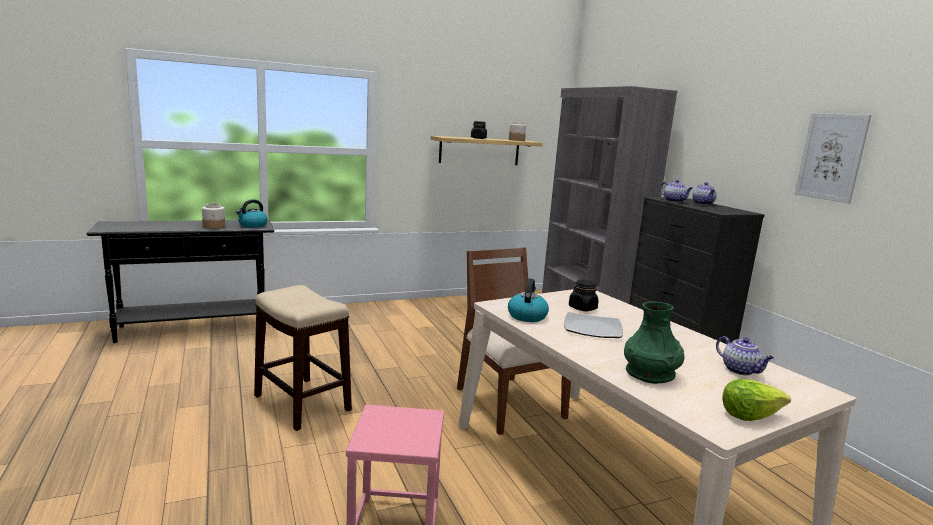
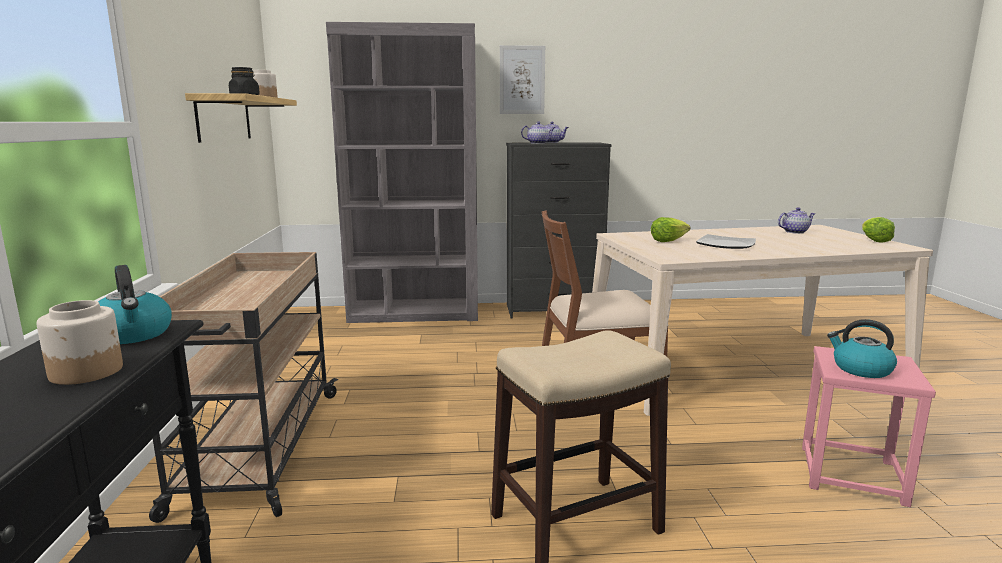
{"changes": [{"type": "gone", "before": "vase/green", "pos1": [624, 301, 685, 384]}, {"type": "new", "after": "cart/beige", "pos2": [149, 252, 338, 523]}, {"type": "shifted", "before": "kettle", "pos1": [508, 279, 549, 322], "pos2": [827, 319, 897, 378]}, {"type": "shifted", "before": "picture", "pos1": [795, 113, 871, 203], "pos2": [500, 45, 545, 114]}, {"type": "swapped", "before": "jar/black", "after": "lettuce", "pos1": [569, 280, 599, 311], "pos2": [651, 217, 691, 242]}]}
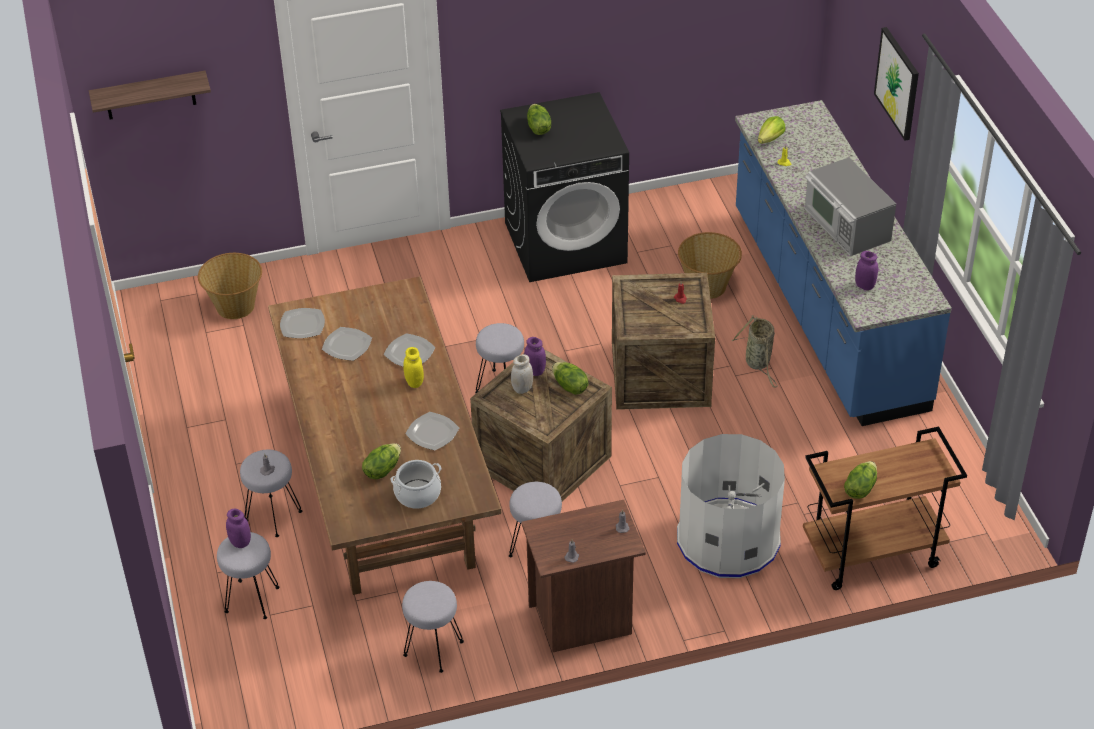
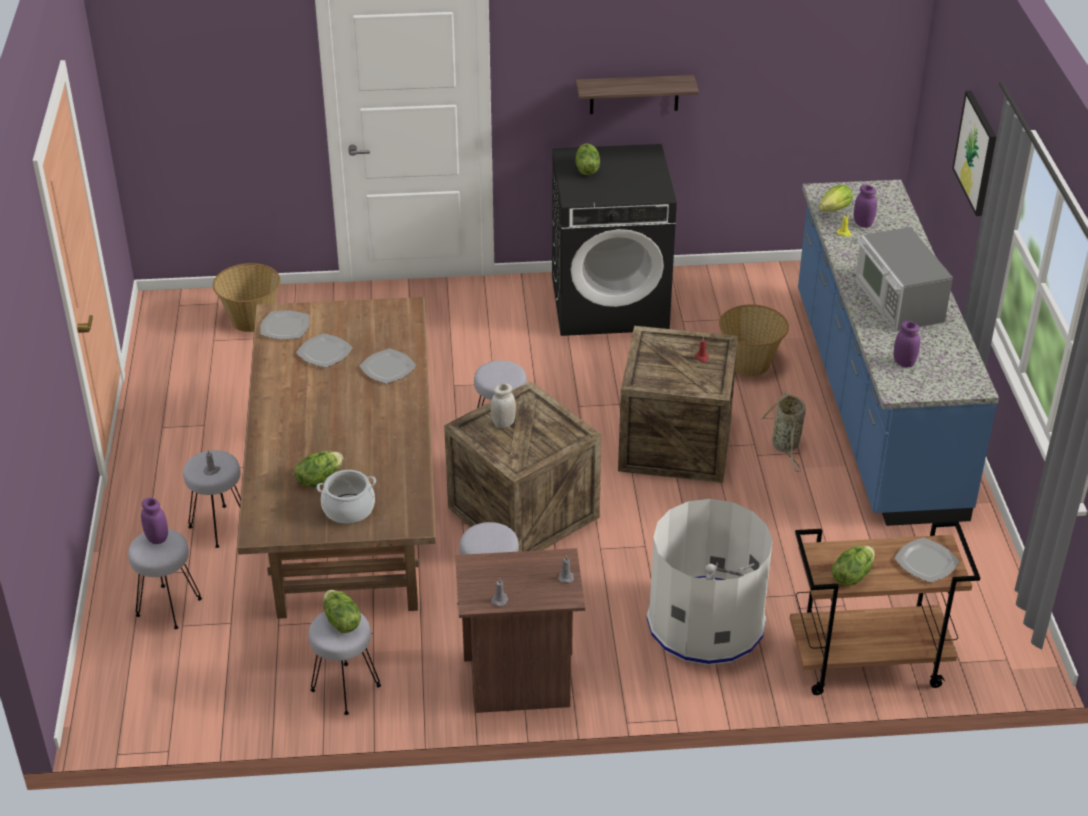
{"changes": [{"type": "gone", "before": "jar/yellow", "pos1": [403, 347, 424, 388]}, {"type": "shifted", "before": "shelf", "pos1": [89, 71, 211, 120], "pos2": [576, 75, 699, 114]}, {"type": "shifted", "before": "plate", "pos1": [405, 412, 459, 450], "pos2": [894, 538, 959, 583]}, {"type": "shifted", "before": "jar/purple", "pos1": [524, 337, 546, 376], "pos2": [854, 185, 877, 228]}, {"type": "shifted", "before": "lettuce", "pos1": [552, 362, 589, 395], "pos2": [323, 590, 361, 633]}]}
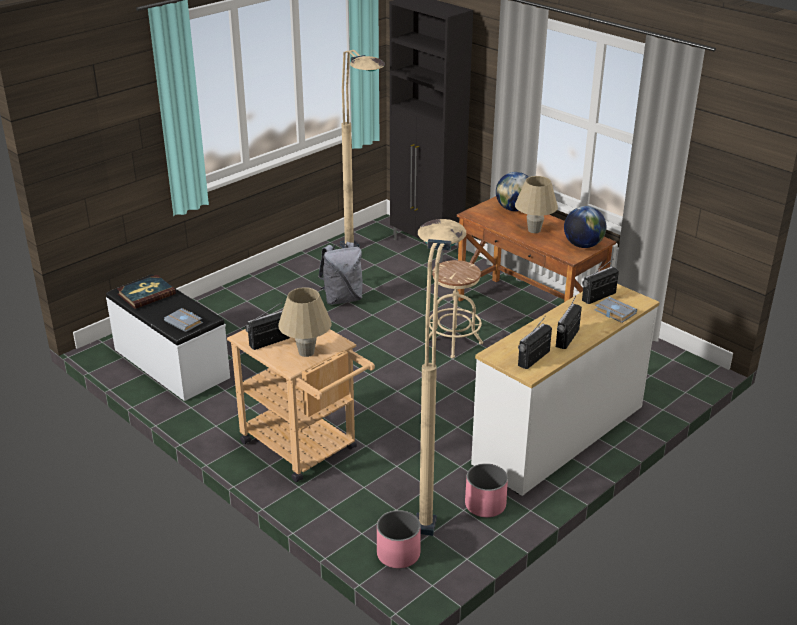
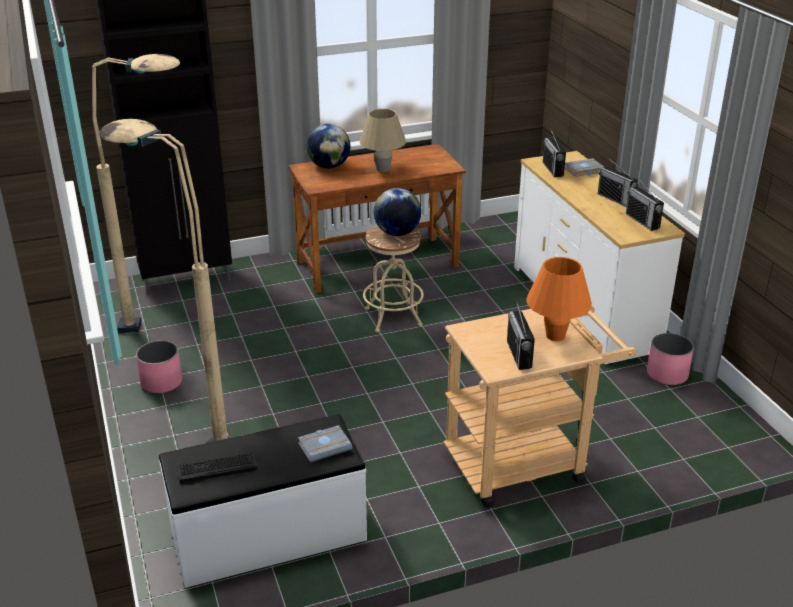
{"changes": [{"type": "gone", "before": "backpack/grey", "pos1": [318, 242, 363, 305]}, {"type": "shifted", "before": "planter/pink", "pos1": [377, 510, 421, 569], "pos2": [136, 341, 182, 394]}, {"type": "shifted", "before": "floor lamp/beige", "pos1": [416, 219, 466, 536], "pos2": [99, 119, 231, 444]}, {"type": "shifted", "before": "globe", "pos1": [564, 206, 606, 248], "pos2": [374, 188, 421, 236]}, {"type": "swapped", "before": "book", "after": "keyboard", "pos1": [117, 275, 176, 309], "pos2": [178, 452, 257, 483]}, {"type": "repainted", "before": "table lamp/beige", "after": "table lamp/orange", "pos1": [278, 287, 332, 357], "pos2": [526, 257, 592, 341]}]}
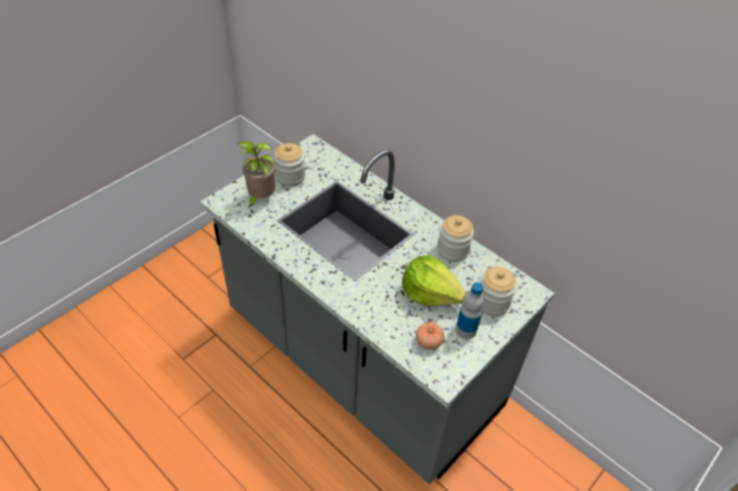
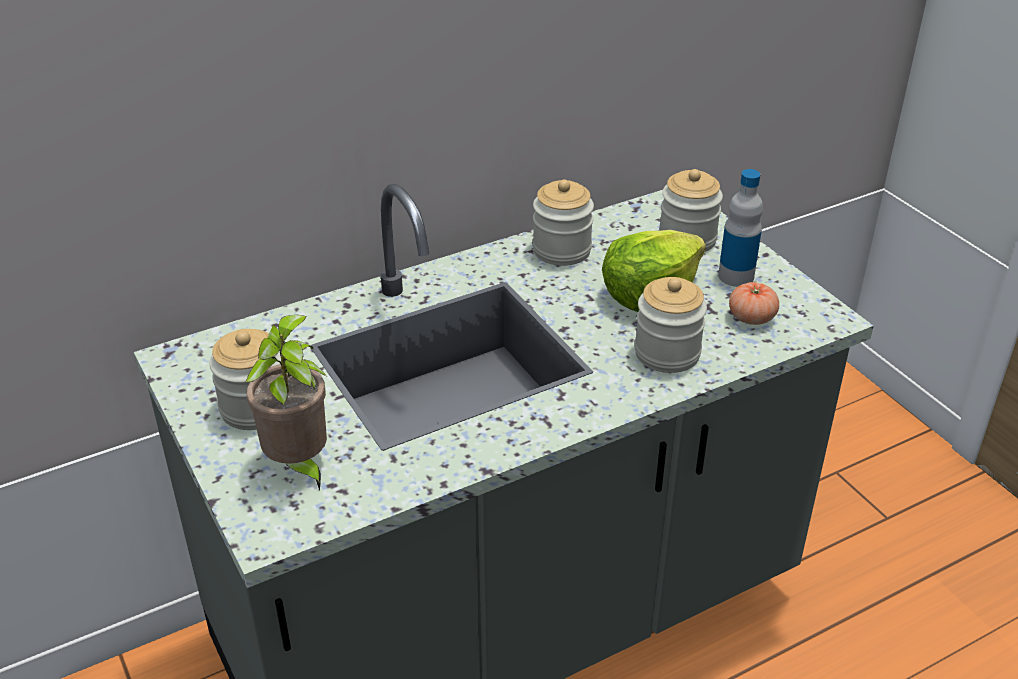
{"changes": [{"type": "new", "after": "jar", "pos2": [635, 277, 707, 373]}]}
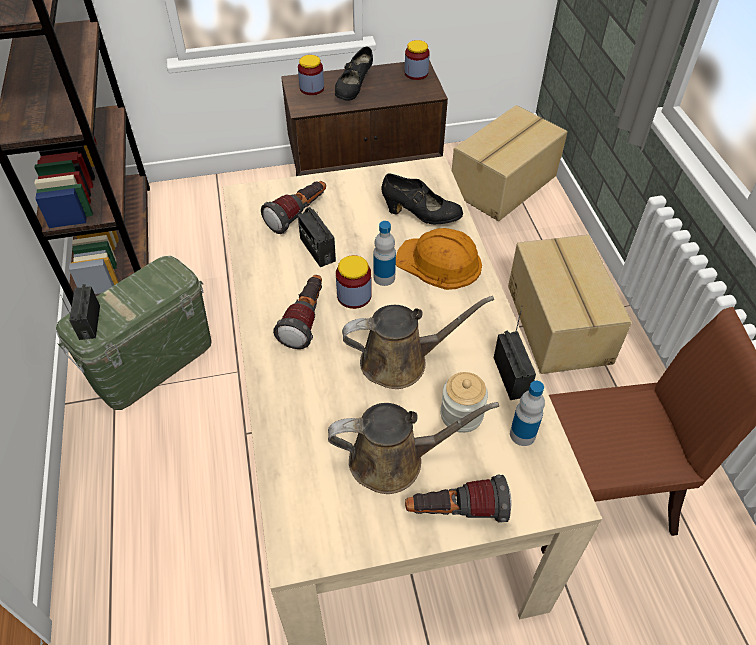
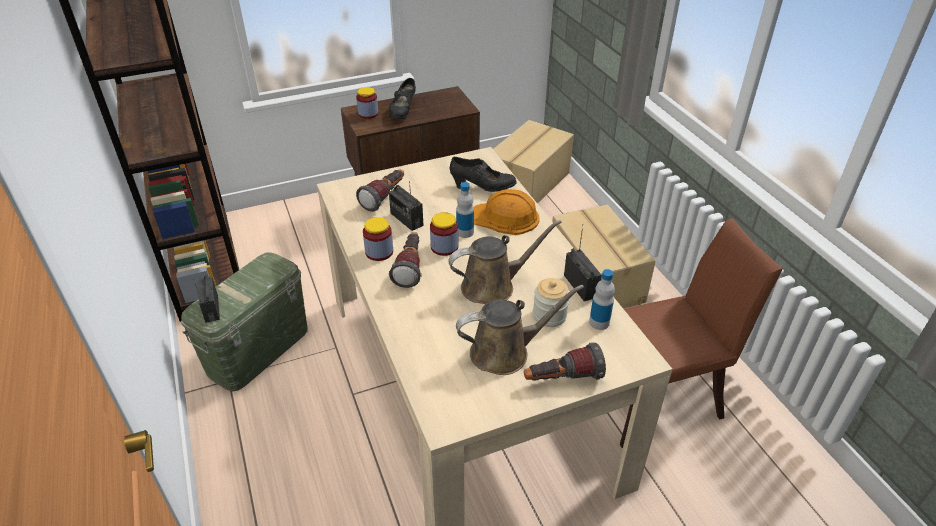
{"changes": [{"type": "shifted", "before": "jar", "pos1": [405, 40, 430, 80], "pos2": [363, 217, 393, 261]}]}
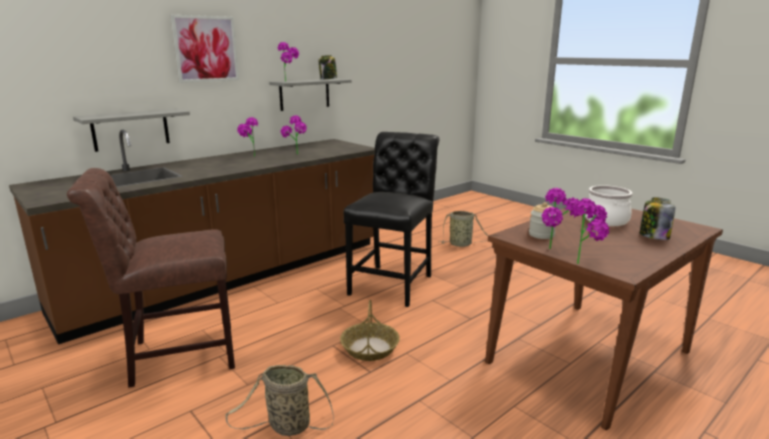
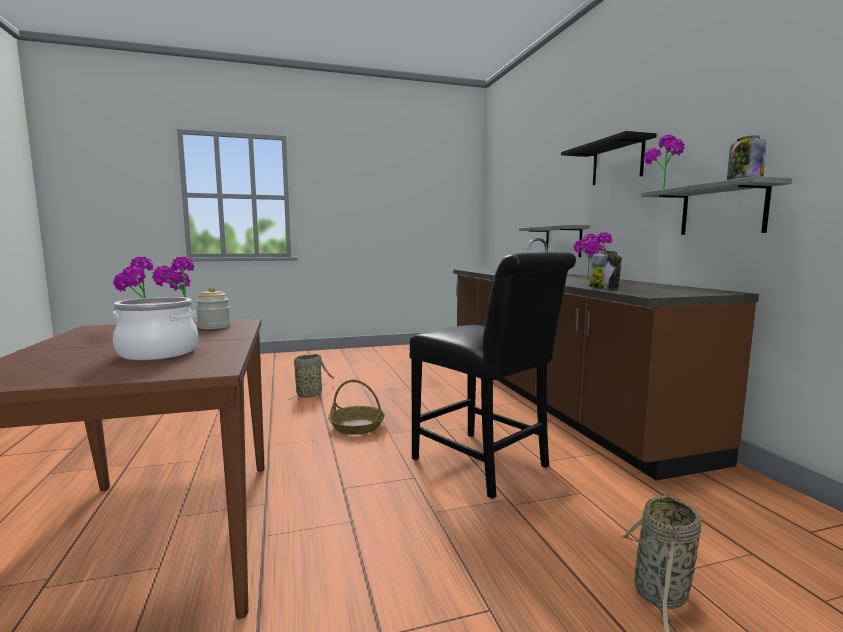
{"changes": [{"type": "gone", "before": "chair/brown", "pos1": [67, 168, 235, 388]}, {"type": "shifted", "before": "jar", "pos1": [640, 197, 675, 240], "pos2": [588, 251, 622, 289]}, {"type": "swapped", "before": "picture", "after": "shelf/black", "pos1": [170, 15, 239, 83], "pos2": [561, 131, 656, 185]}]}
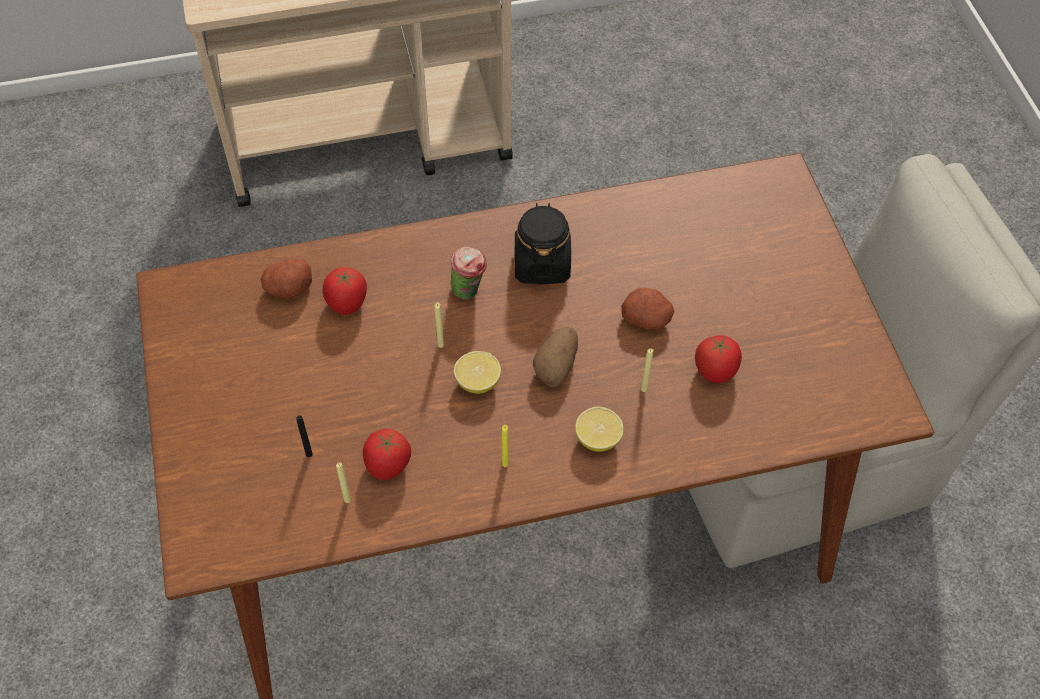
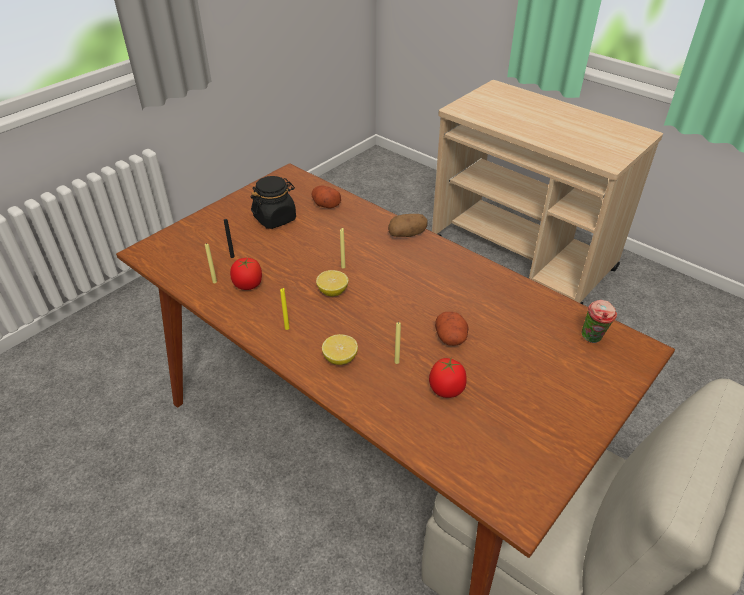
{"changes": [{"type": "gone", "before": "tomato", "pos1": [323, 267, 367, 315]}, {"type": "shifted", "before": "cup", "pos1": [451, 246, 487, 299], "pos2": [582, 300, 617, 343]}, {"type": "shifted", "before": "jar/black", "pos1": [514, 203, 571, 284], "pos2": [251, 176, 296, 229]}, {"type": "shifted", "before": "potato", "pos1": [533, 327, 578, 387], "pos2": [388, 214, 428, 237]}]}
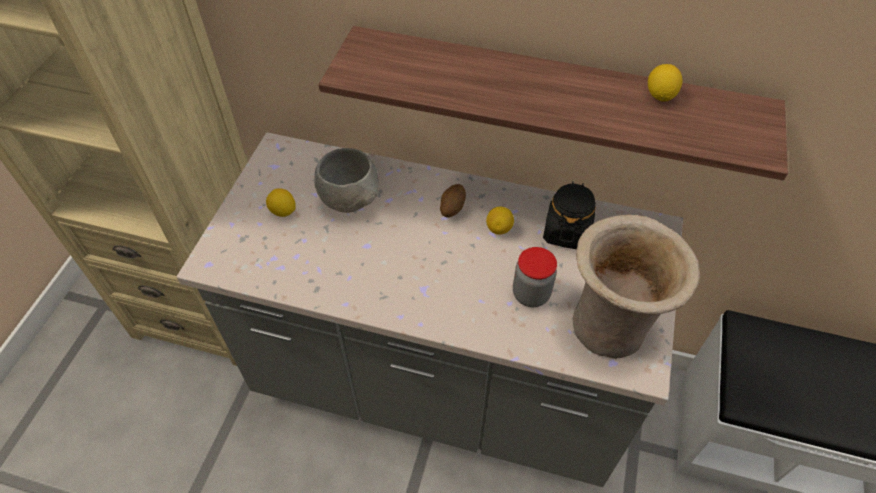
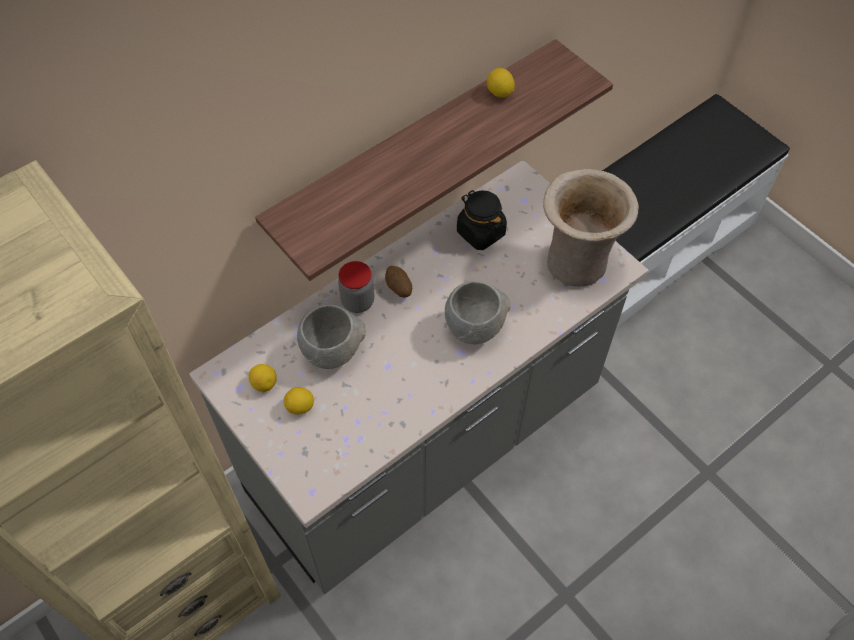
{"changes": [{"type": "new", "after": "bowl/grey", "pos2": [445, 281, 510, 344]}, {"type": "shifted", "before": "lemon", "pos1": [486, 207, 514, 234], "pos2": [249, 364, 277, 392]}, {"type": "shifted", "before": "jar", "pos1": [513, 247, 557, 307], "pos2": [338, 261, 374, 313]}]}
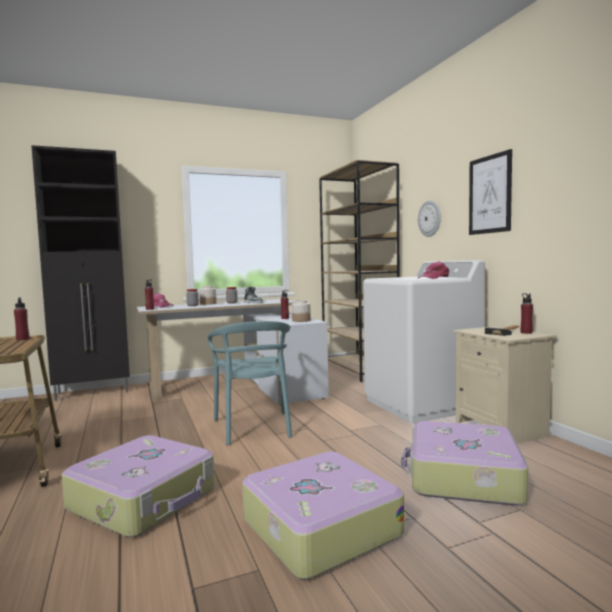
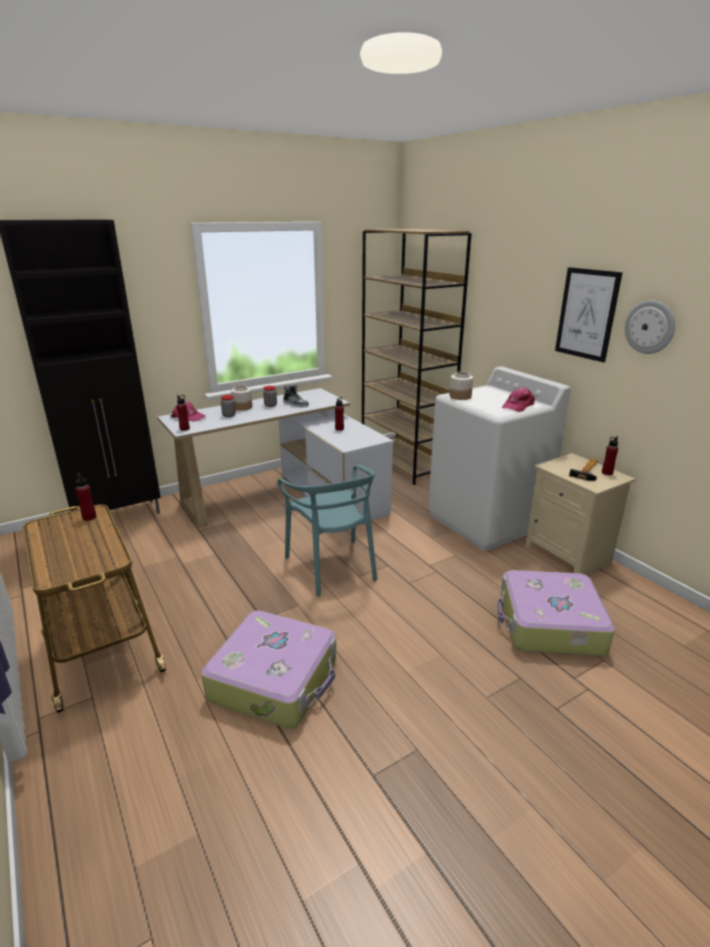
{"changes": [{"type": "gone", "before": "suitcase", "pos1": [242, 451, 404, 579]}, {"type": "shifted", "before": "jar", "pos1": [292, 300, 311, 322], "pos2": [449, 372, 473, 400]}, {"type": "shifted", "before": "wall clock", "pos1": [418, 201, 441, 237], "pos2": [625, 300, 675, 354]}]}
